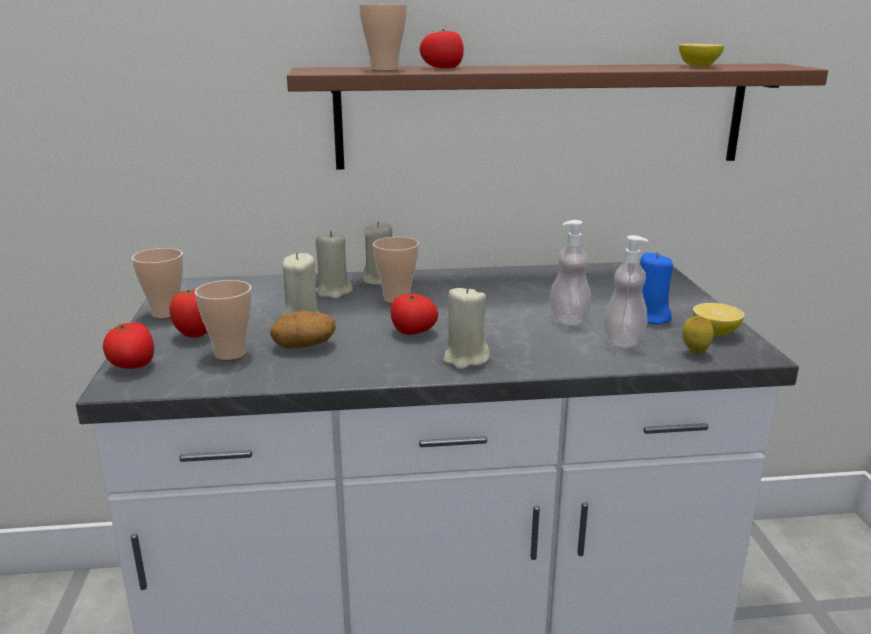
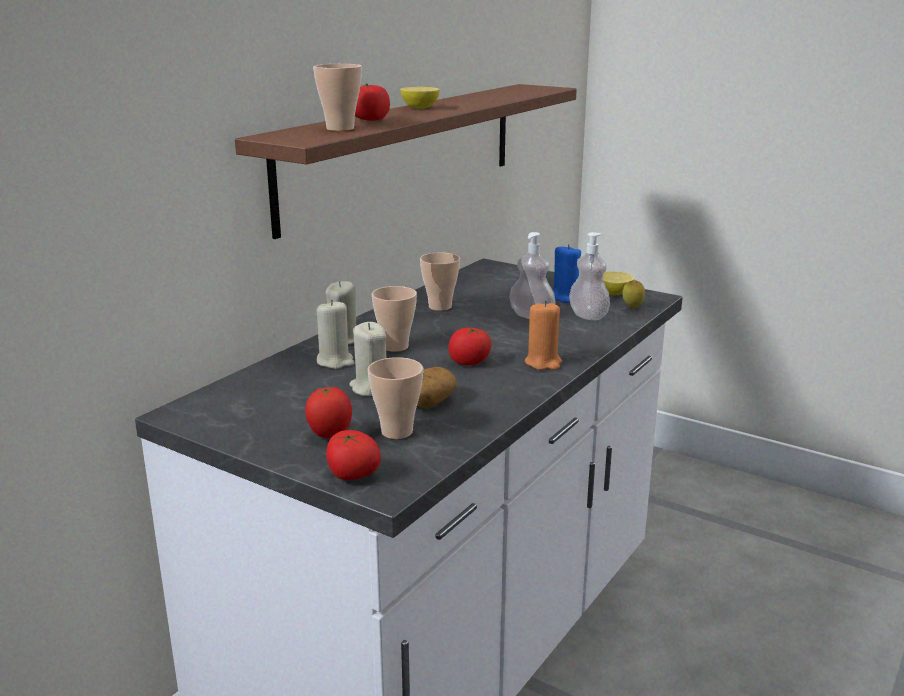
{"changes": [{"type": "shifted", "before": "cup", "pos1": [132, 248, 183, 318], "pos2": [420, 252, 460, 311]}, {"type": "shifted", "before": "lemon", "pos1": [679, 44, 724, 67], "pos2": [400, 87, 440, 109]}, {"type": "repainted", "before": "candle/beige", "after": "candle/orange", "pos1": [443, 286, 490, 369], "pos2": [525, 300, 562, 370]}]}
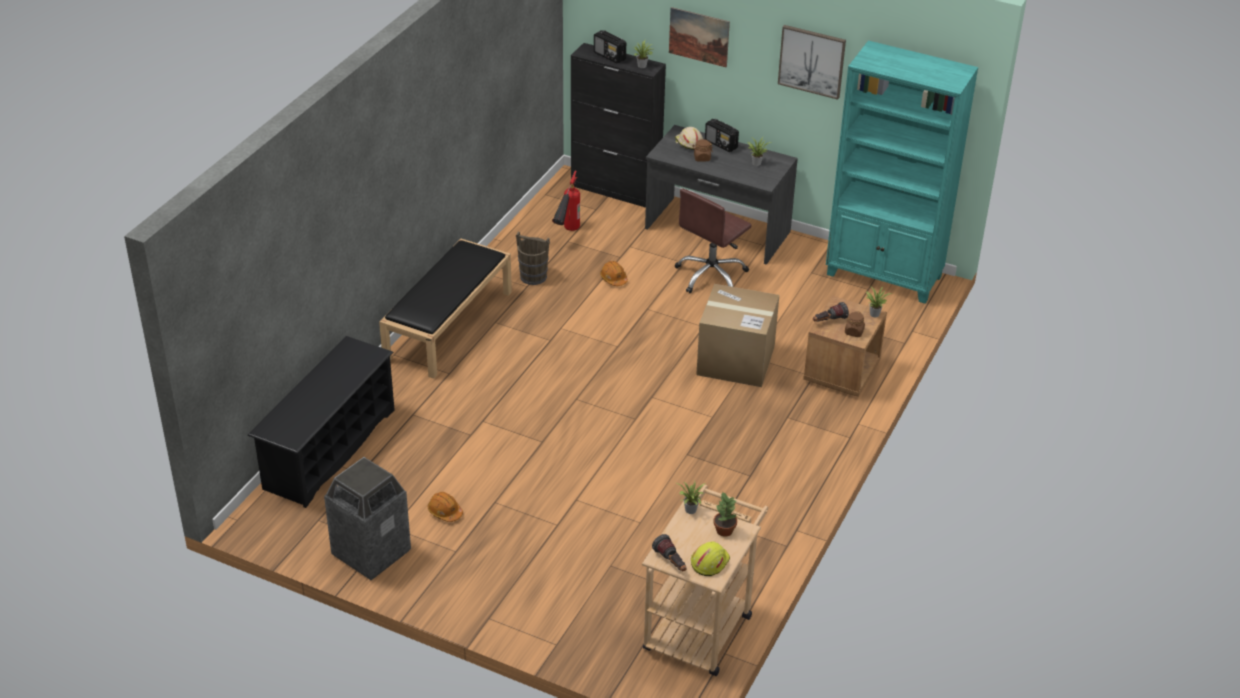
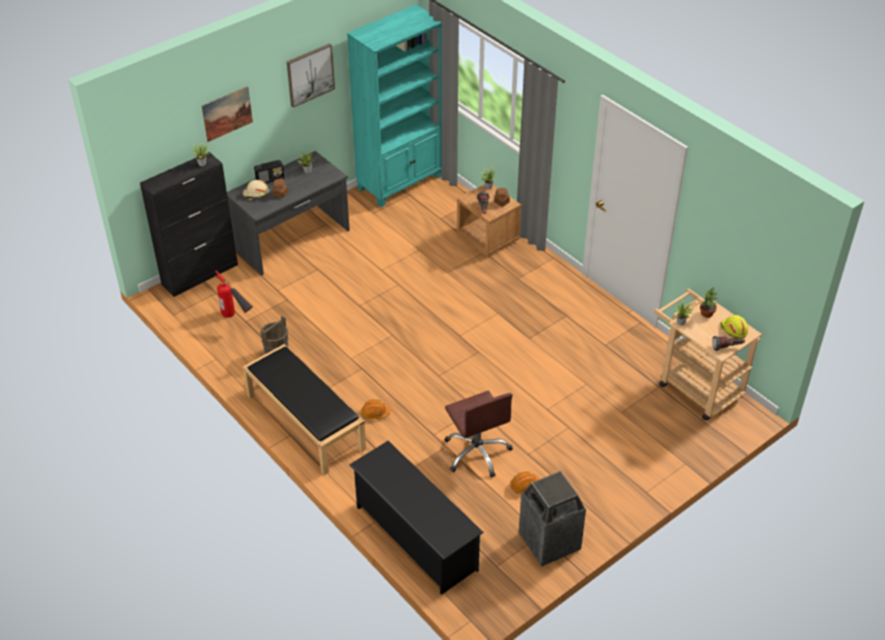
{"changes": [{"type": "gone", "before": "radio", "pos1": [594, 30, 626, 63]}, {"type": "gone", "before": "cardboard box", "pos1": [696, 284, 779, 387]}, {"type": "shifted", "before": "hard hat/orange", "pos1": [600, 261, 628, 286], "pos2": [361, 399, 391, 419]}, {"type": "shifted", "before": "office chair/brown", "pos1": [675, 188, 752, 293], "pos2": [445, 391, 513, 478]}]}
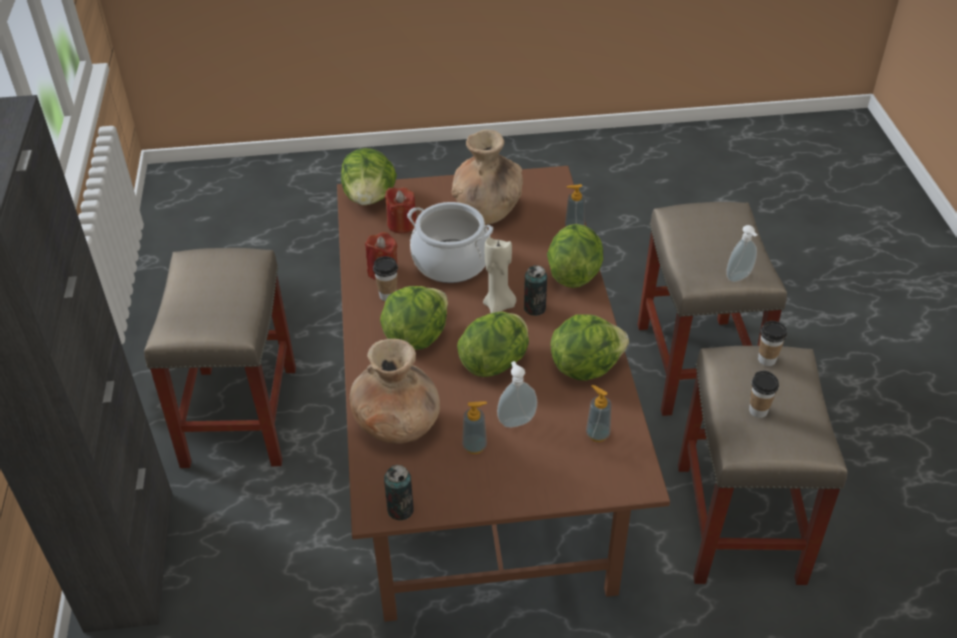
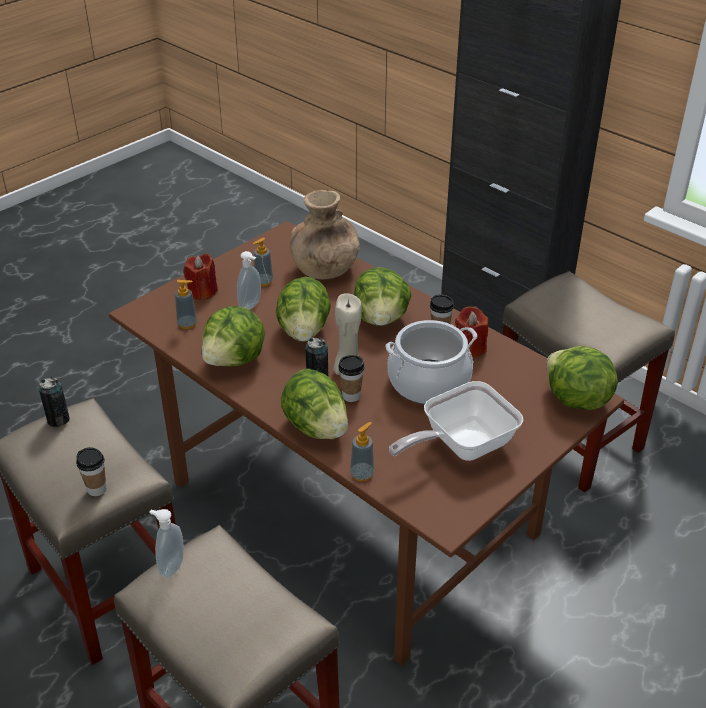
{"changes": [{"type": "shifted", "before": "can", "pos1": [384, 465, 414, 521], "pos2": [39, 377, 70, 427]}, {"type": "shifted", "before": "candle/red", "pos1": [385, 187, 416, 234], "pos2": [183, 253, 218, 301]}, {"type": "shifted", "before": "cup", "pos1": [749, 371, 779, 418], "pos2": [338, 355, 364, 402]}, {"type": "swapped", "before": "vase/brown", "after": "frying pan", "pos1": [451, 130, 523, 224], "pos2": [389, 381, 524, 461]}]}
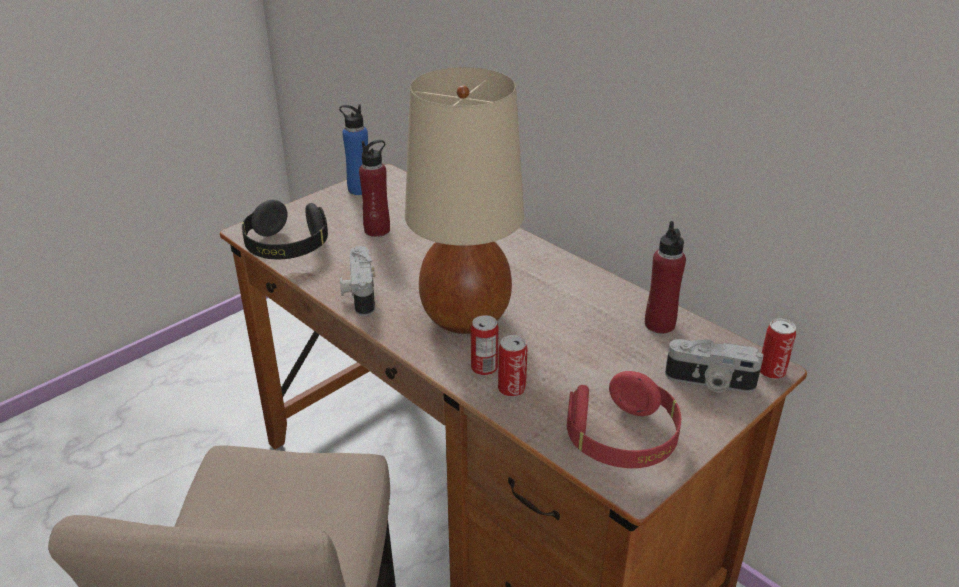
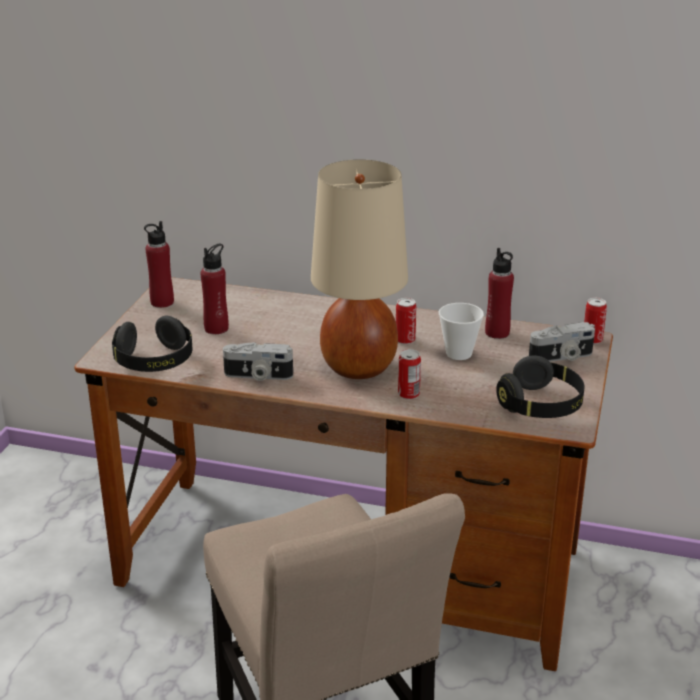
{"changes": [{"type": "new", "after": "cup", "pos2": [439, 303, 484, 360]}, {"type": "shifted", "before": "can", "pos1": [498, 335, 527, 397], "pos2": [396, 298, 416, 344]}, {"type": "repainted", "before": "bottle/blue", "after": "bottle/red", "pos1": [339, 104, 368, 195], "pos2": [144, 221, 174, 308]}, {"type": "repainted", "before": "headphones/red", "after": "headphones/black", "pos1": [567, 371, 681, 468], "pos2": [496, 355, 584, 418]}, {"type": "rotated", "before": "photo camera", "pos1": [340, 246, 375, 316], "pos2": [223, 342, 293, 381], "turn": -45}]}
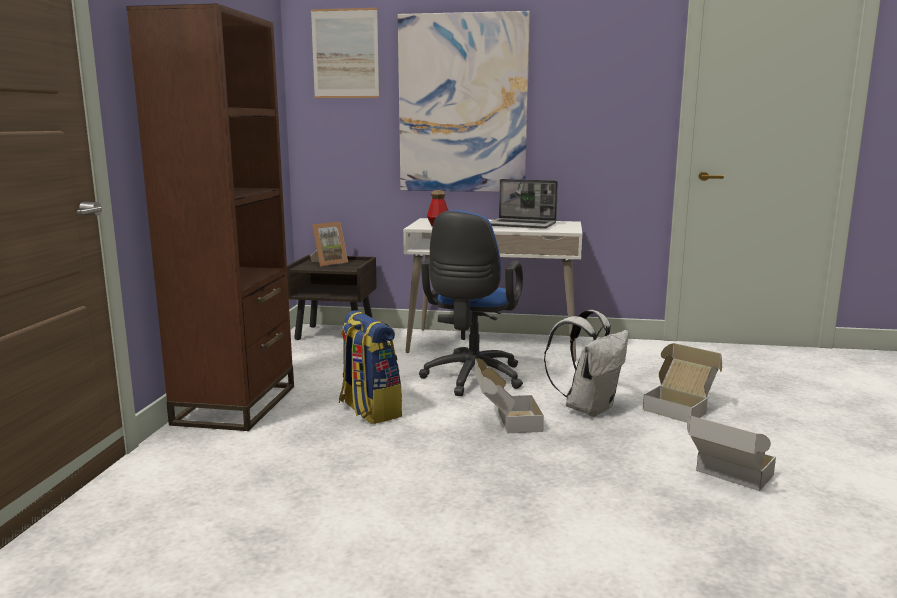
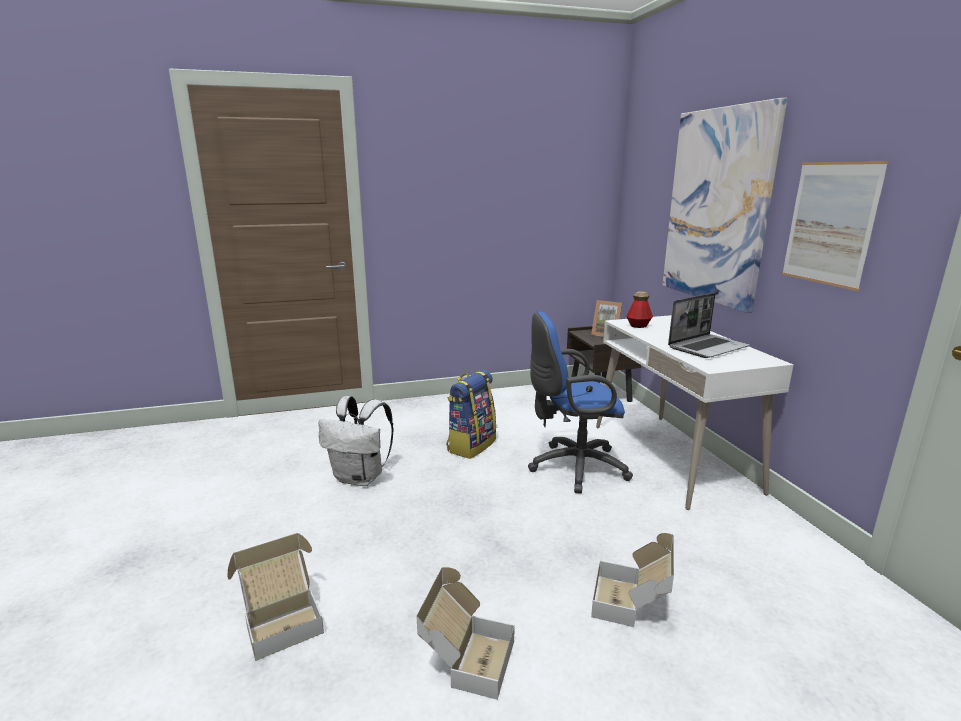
{"changes": [{"type": "gone", "before": "bookcase/brown", "pos1": [126, 3, 294, 431]}, {"type": "shifted", "before": "picture", "pos1": [311, 8, 379, 98], "pos2": [782, 161, 889, 291]}, {"type": "shifted", "before": "cardboard box", "pos1": [475, 358, 544, 433], "pos2": [227, 533, 324, 661]}, {"type": "shifted", "before": "backpack/white", "pos1": [544, 310, 629, 417], "pos2": [319, 396, 394, 486]}, {"type": "rotated", "before": "laptop", "pos1": [490, 179, 558, 229], "pos2": [668, 293, 750, 358], "turn": -120}]}
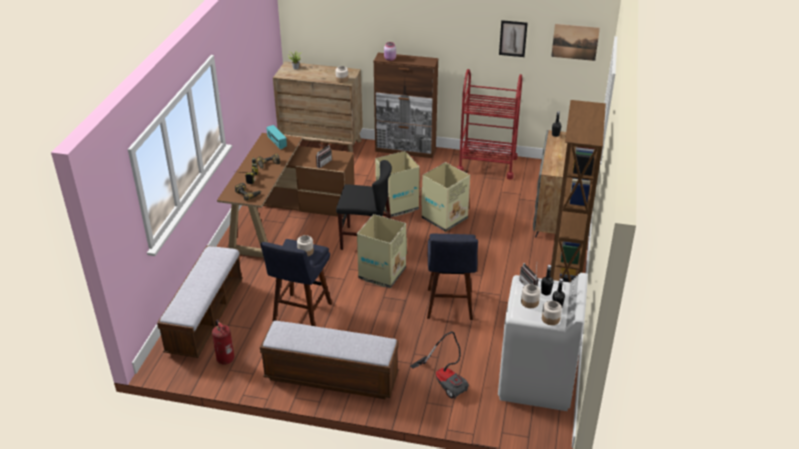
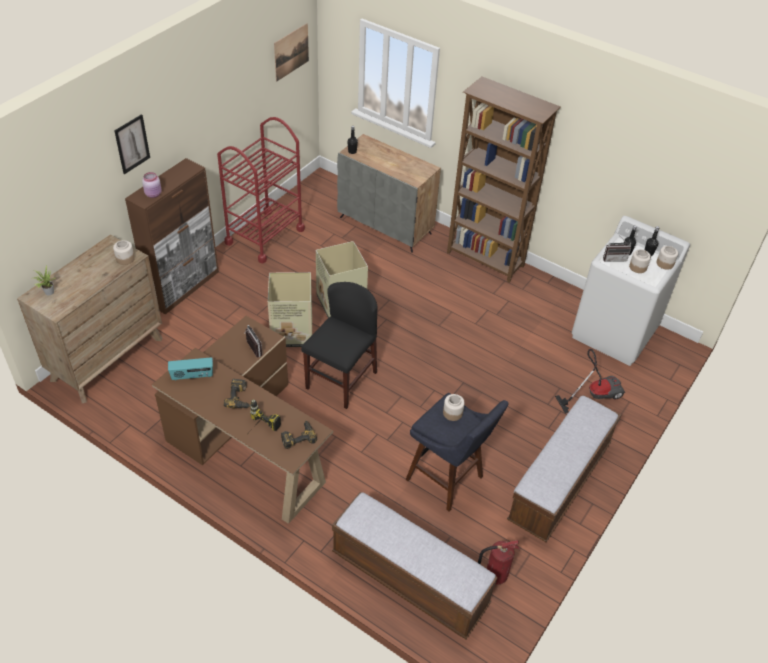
{"changes": [{"type": "gone", "before": "cardboard box", "pos1": [357, 214, 407, 288]}, {"type": "gone", "before": "stool/blue", "pos1": [427, 234, 478, 320]}, {"type": "shifted", "before": "picture", "pos1": [499, 20, 528, 57], "pos2": [114, 114, 150, 174]}]}
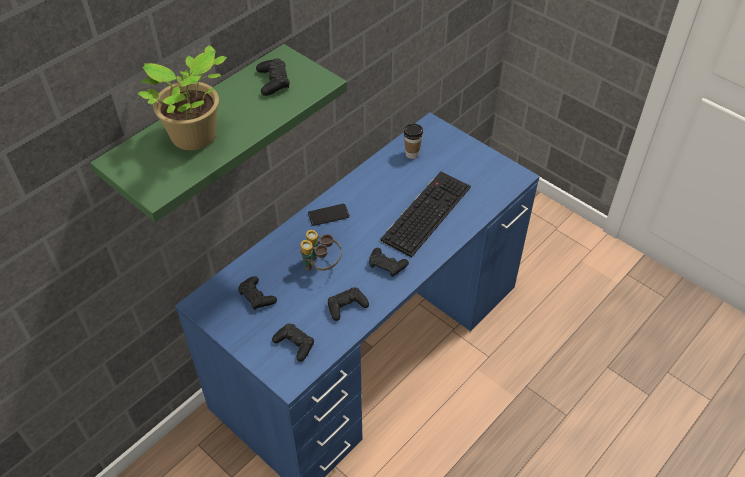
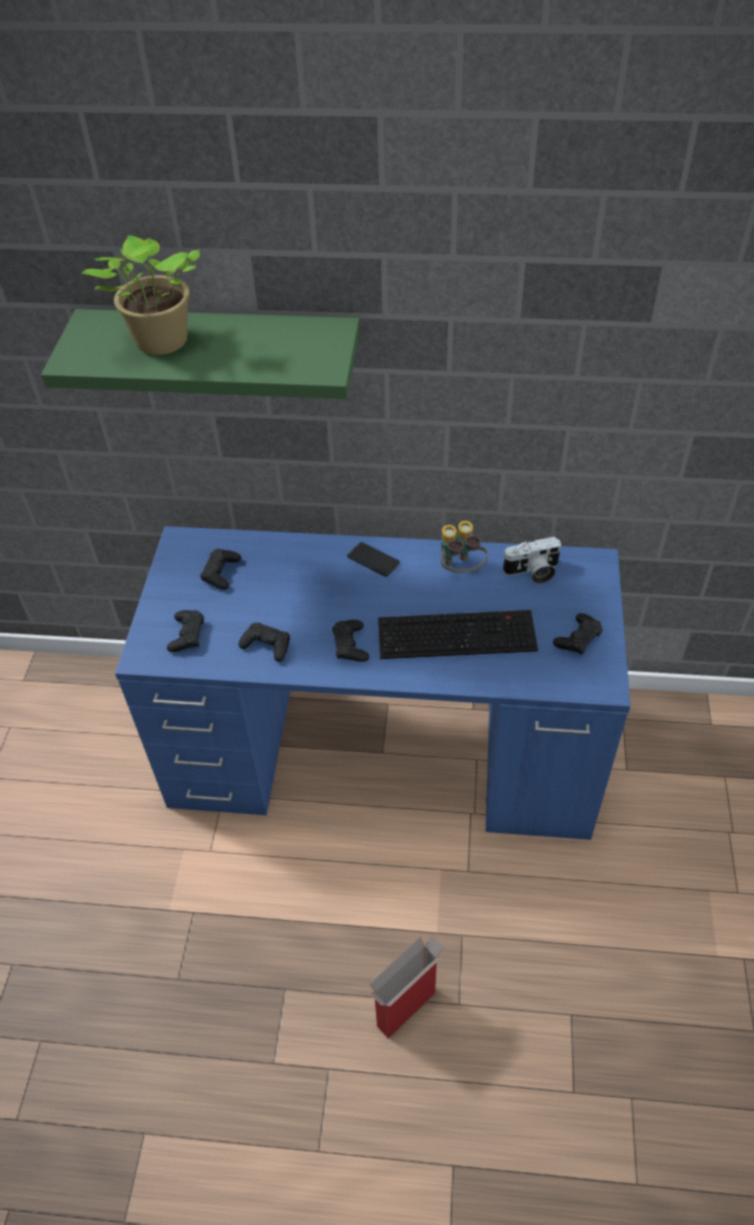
{"changes": [{"type": "new", "after": "cardboard box", "pos2": [369, 935, 443, 1039]}, {"type": "shifted", "before": "game controller/black", "pos1": [256, 58, 290, 96], "pos2": [553, 613, 603, 655]}, {"type": "shifted", "before": "binoculars", "pos1": [300, 230, 341, 271], "pos2": [441, 521, 488, 573]}, {"type": "swapped", "before": "cup", "after": "photo camera", "pos1": [404, 124, 423, 159], "pos2": [502, 537, 562, 584]}]}
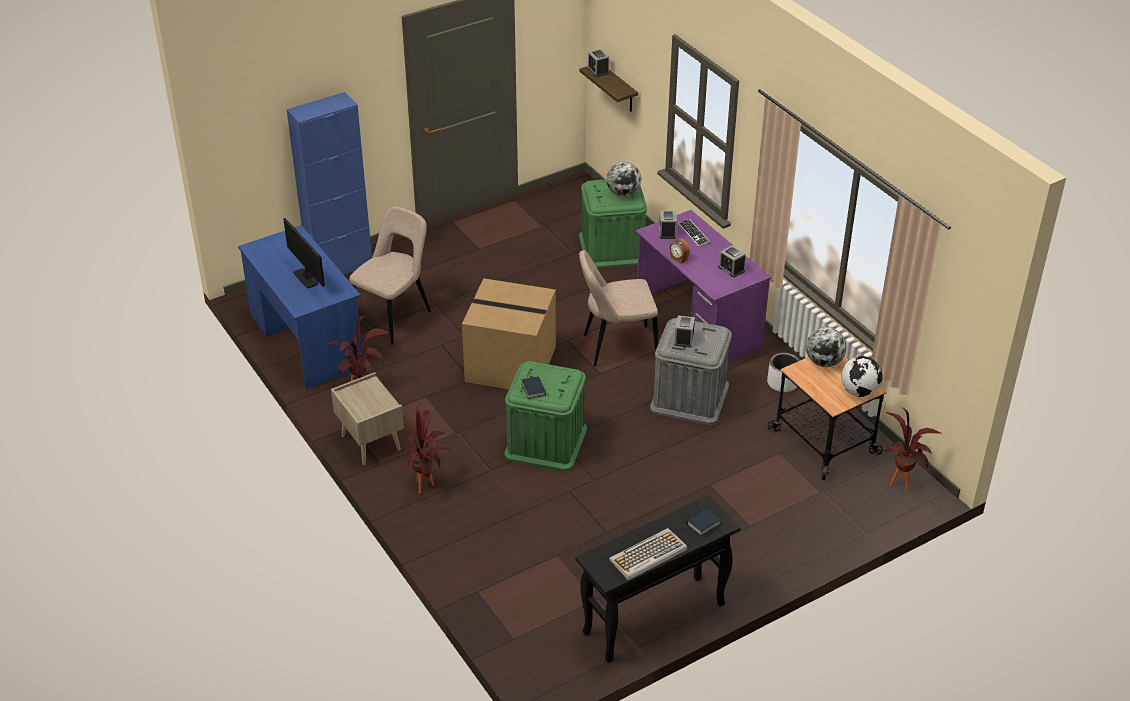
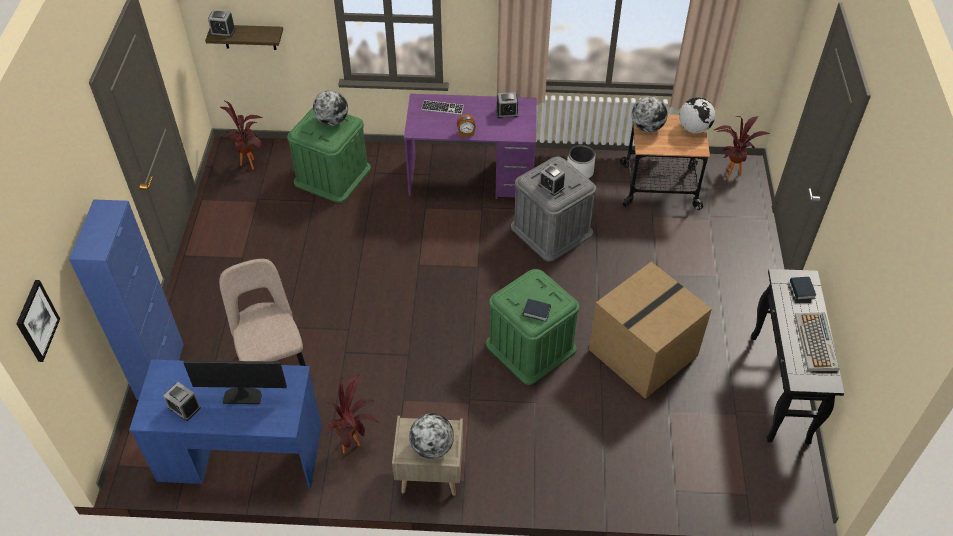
{"changes": [{"type": "gone", "before": "chair/beige", "pos1": [579, 250, 659, 366]}, {"type": "new", "after": "picture", "pos2": [16, 280, 60, 362]}, {"type": "new", "after": "globe", "pos2": [409, 413, 454, 459]}, {"type": "shifted", "before": "potted plant", "pos1": [404, 406, 454, 494], "pos2": [220, 101, 262, 169]}, {"type": "shifted", "before": "cardboard box", "pos1": [462, 278, 556, 389], "pos2": [589, 262, 712, 399]}, {"type": "shifted", "before": "alarm clock", "pos1": [659, 211, 677, 239], "pos2": [163, 382, 201, 421]}]}
